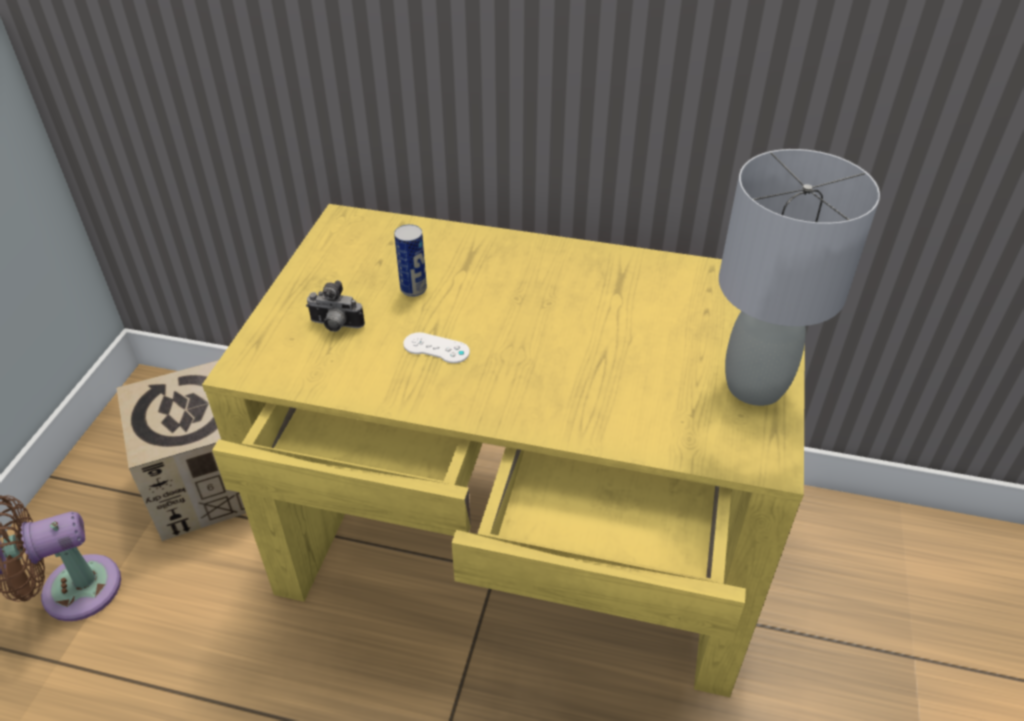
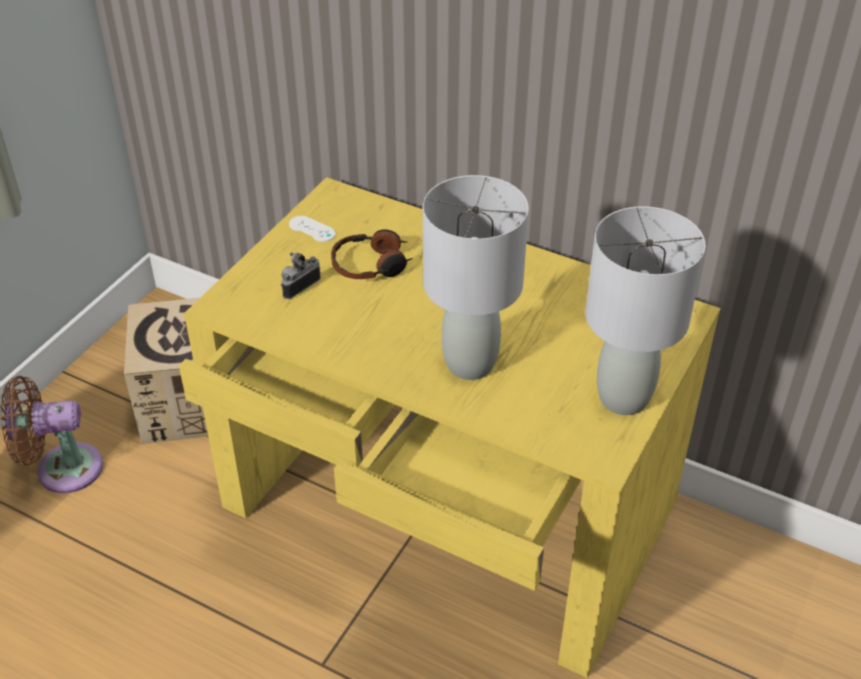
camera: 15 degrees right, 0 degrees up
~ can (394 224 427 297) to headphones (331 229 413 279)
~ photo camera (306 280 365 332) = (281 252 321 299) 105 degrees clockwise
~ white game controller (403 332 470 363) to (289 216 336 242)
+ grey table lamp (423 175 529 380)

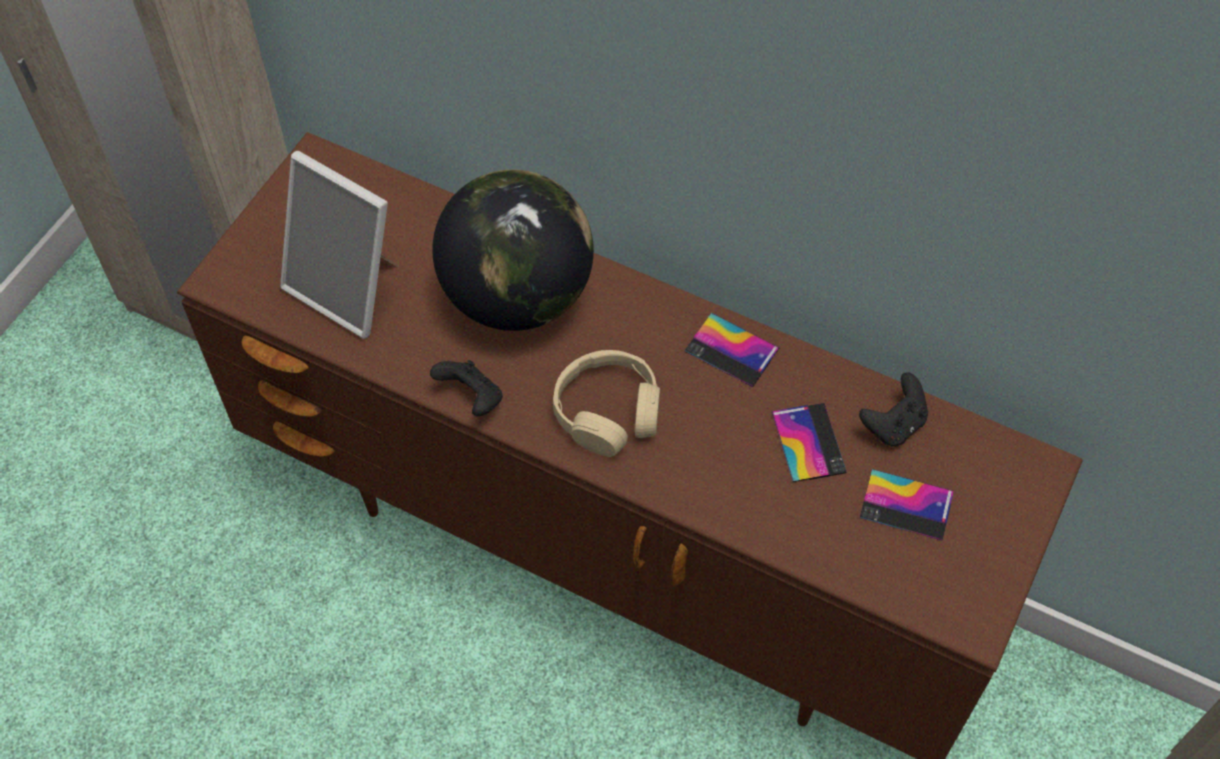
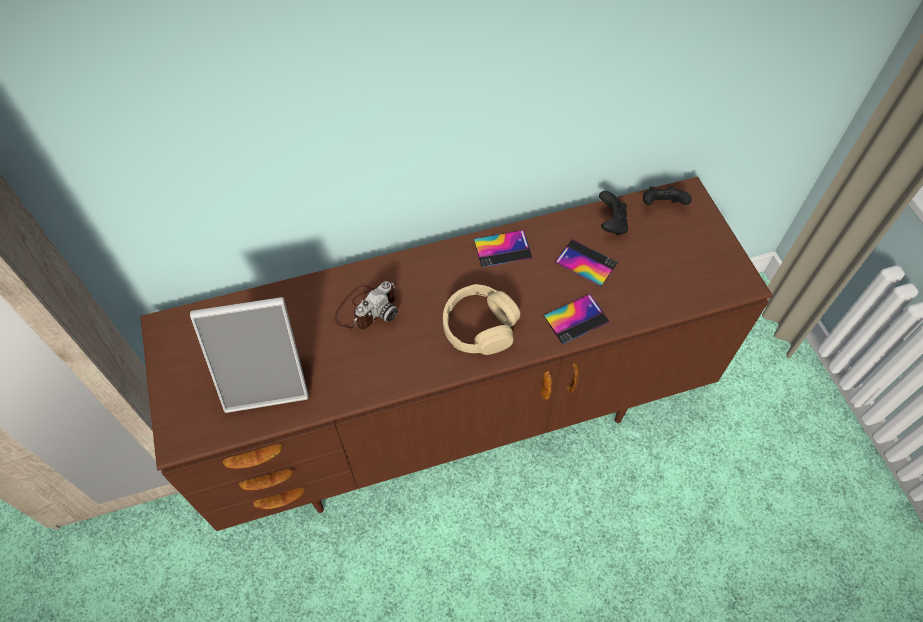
camera: 45 degrees left, 0 degrees up
~ globe (432 169 594 331) to photo camera (335 281 398 329)
~ black game controller (430 360 503 416) to (643 186 692 205)
~ phone (860 469 954 541) to (543 294 610 344)

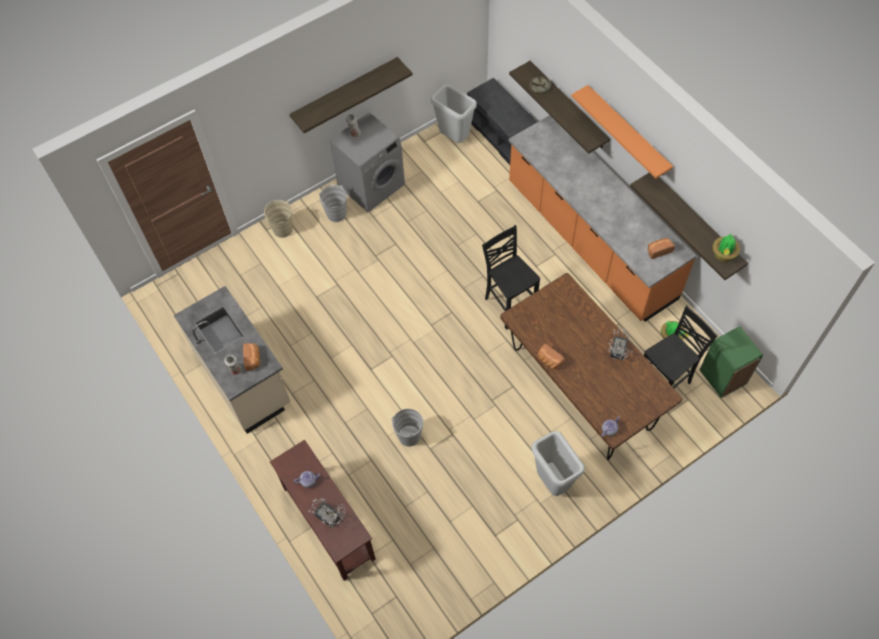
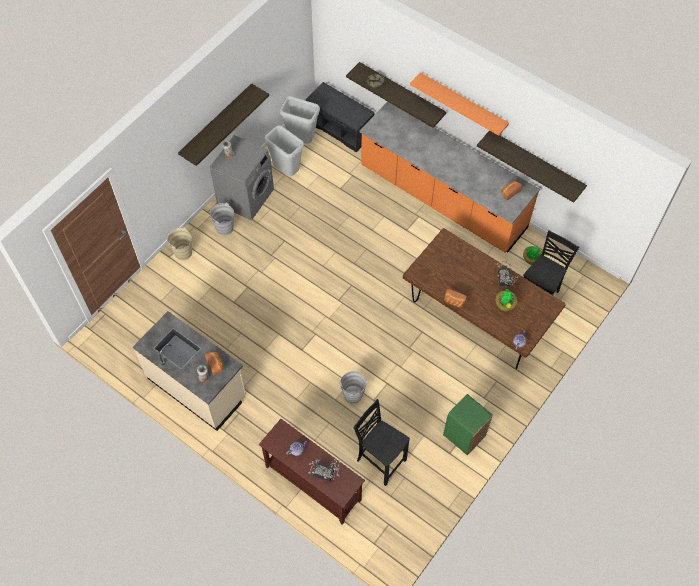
camera: 20 degrees left, 0 degrees up
~ black chair (482 225 540 330) to (353 399 410 486)
~ potted plant (712 234 740 262) to (495 288 517 311)
~ green trash can (700 326 763 398) to (443 394 493 455)
~ grey trash can (532 431 585 496) to (264 125 304 177)

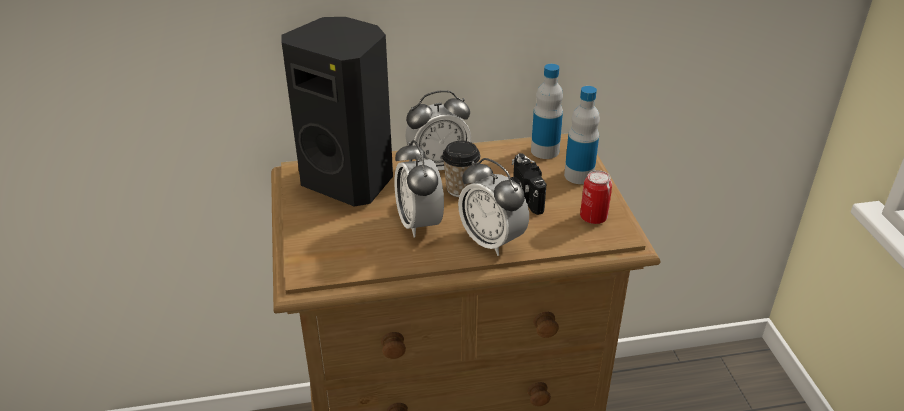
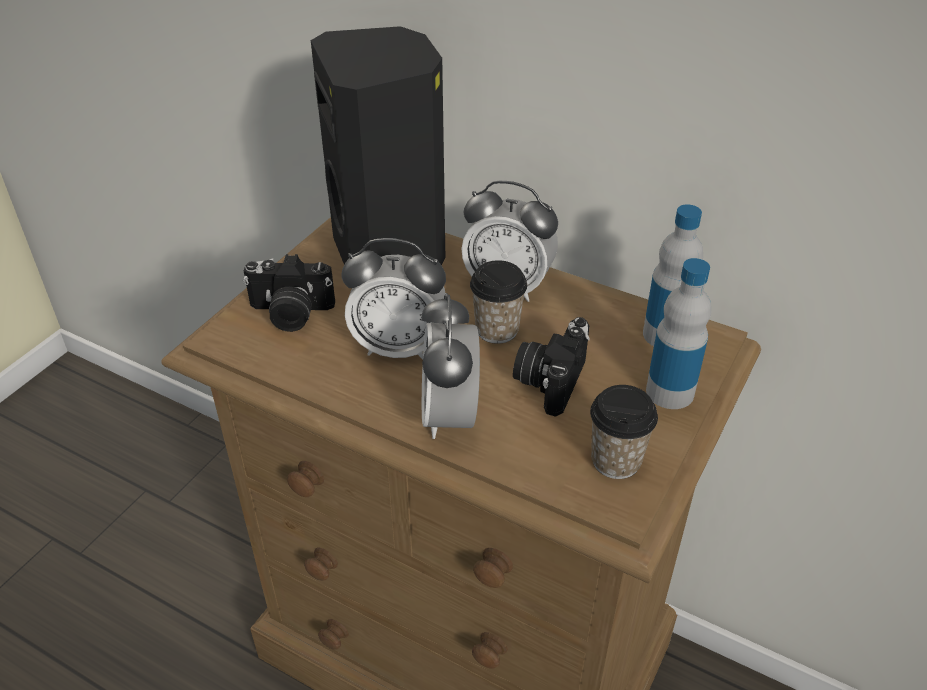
camera: 40 degrees right, 5 degrees up
~ alarm clock (395 140 444 237) = (342 238 446 359) 105 degrees counterclockwise
~ can (580 170 612 224) to cup (590 385 658 479)
+ photo camera (243 254 335 332)

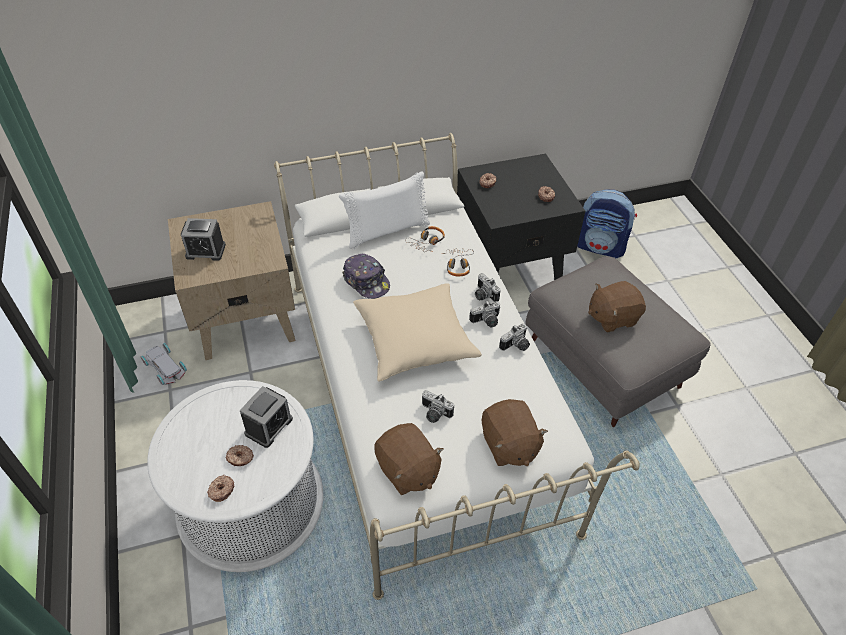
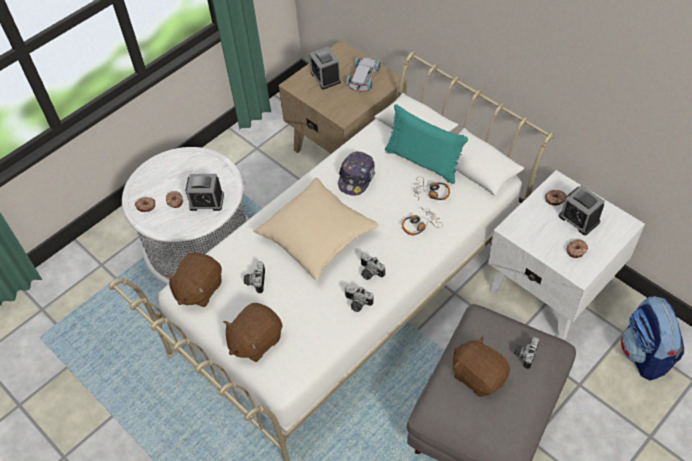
camera: 65 degrees right, 5 degrees up
~ black nightstand (457 154 585 280) to white nightstand (488 170 645 340)
~ white pillow (339 172 430 249) to turquoise pillow (385 104 468 184)
~ photo camera (475 273 501 302) to (514 337 539 369)
~ white toy car (141 343 187 385) to (346 57 381 92)
+ alarm clock (559 185 605 235)

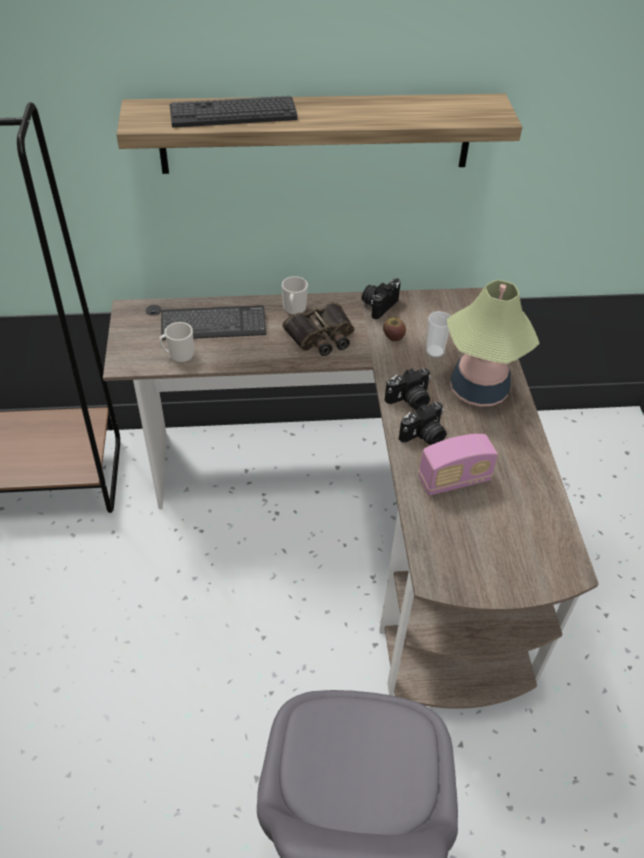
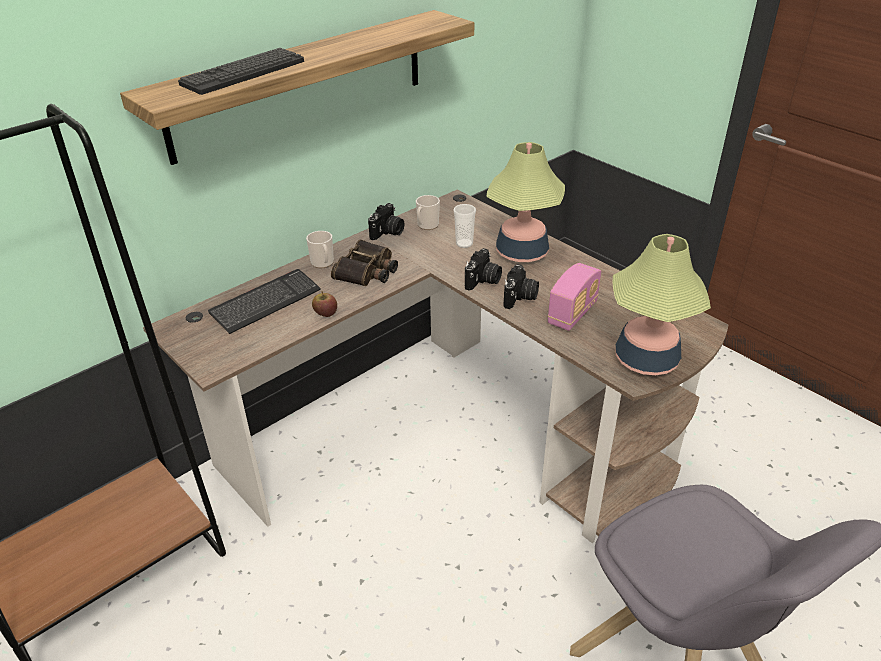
camera: 35 degrees left, 10 degrees down
~ photo camera (362 278 401 319) = (368 203 404 240) 150 degrees counterclockwise
~ apple (383 316 406 341) to (312 291 337 317)
~ mug (159 322 194 363) to (416 195 440 230)
+ table lamp (612 234 711 375)

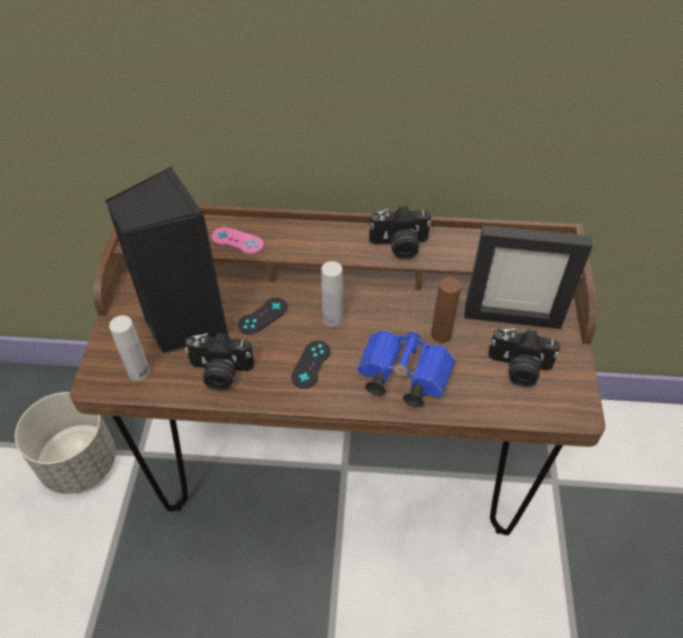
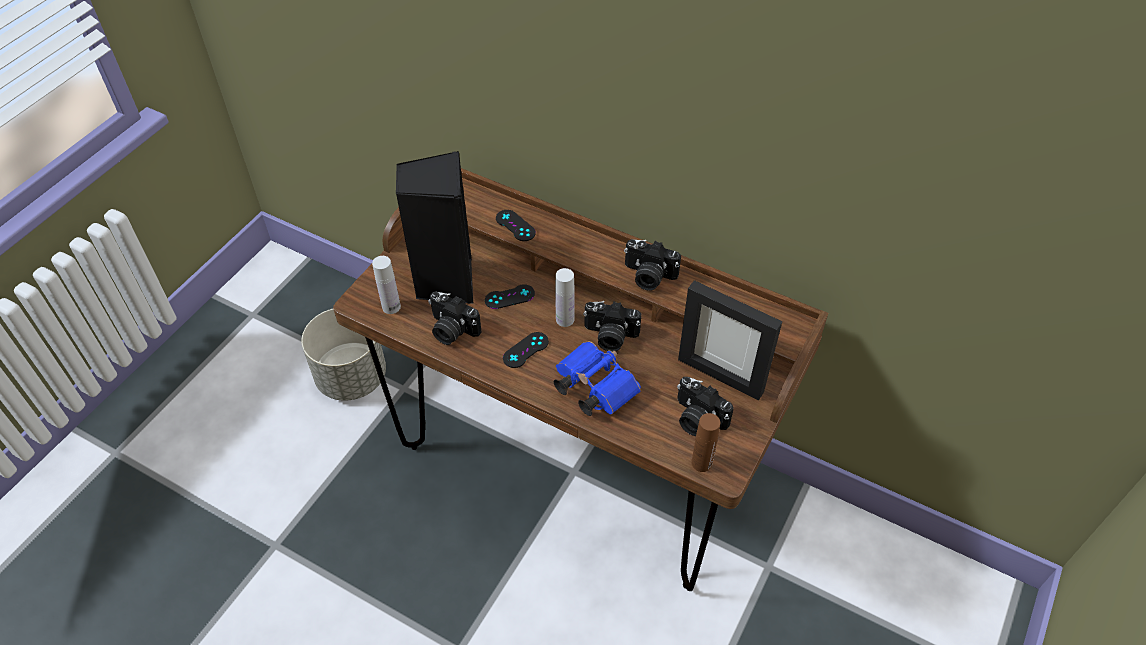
camera: 25 degrees right, 0 degrees up
~ pink game controller (212 227 263 254) to black game controller (496 210 536 241)
~ brown bottle (431 277 461 343) to (691 413 720 472)
+ photo camera (583 301 641 352)

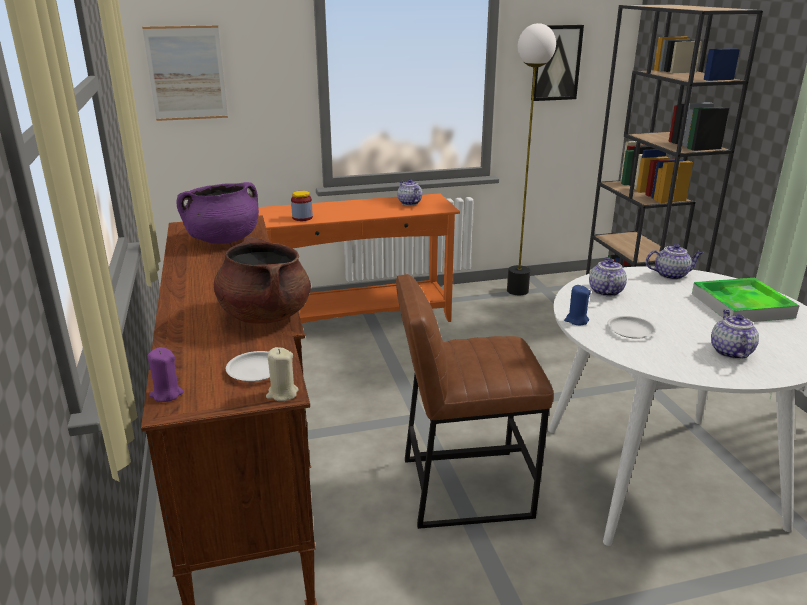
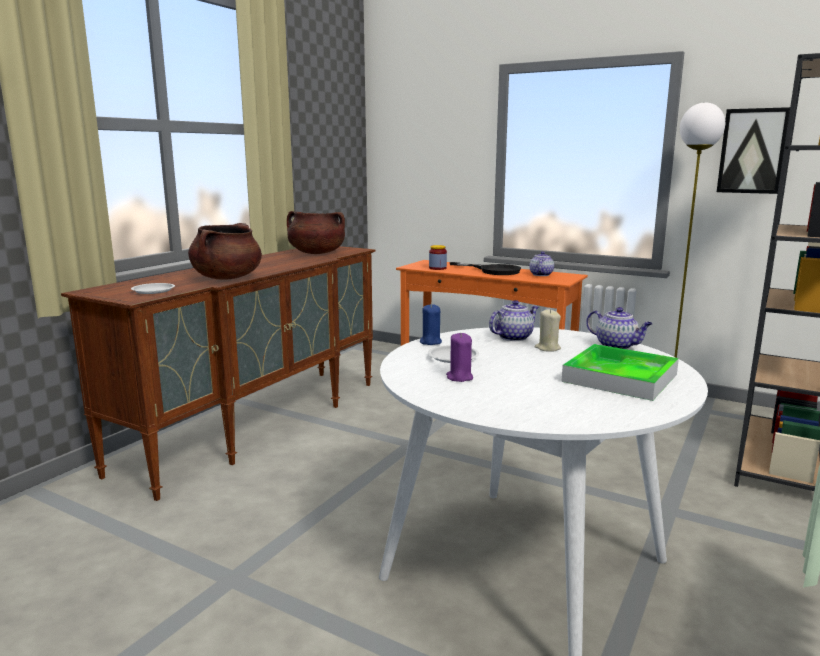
camera: 45 degrees right, 10 degrees down
- picture (142 25 228 121)
~ purple cooking pot (176 182 259 244) to brown cooking pot (287 211 345 254)
- brown chair (396 274 554 529)
- teapot (711 310 759 359)
~ purple candle (148 347 183 402) to (446 333 473 382)
~ beige candle (266 347 299 401) to (534 309 561 351)
+ black frying pan (450 262 521 275)

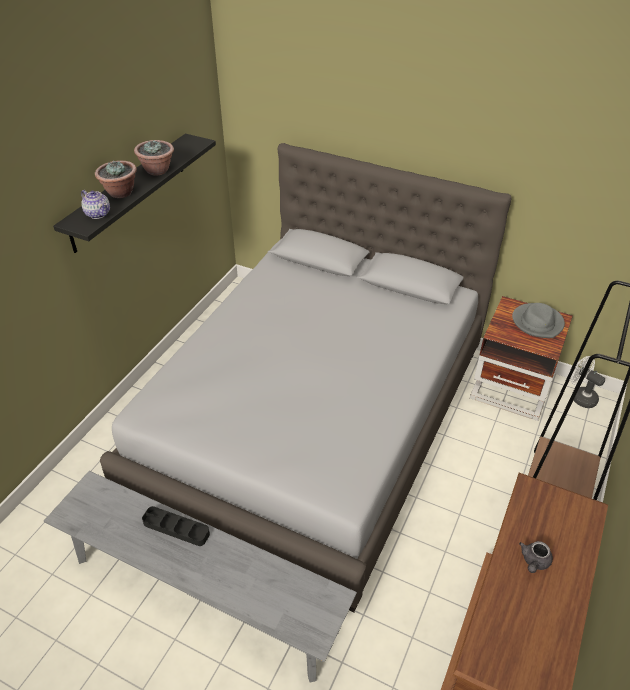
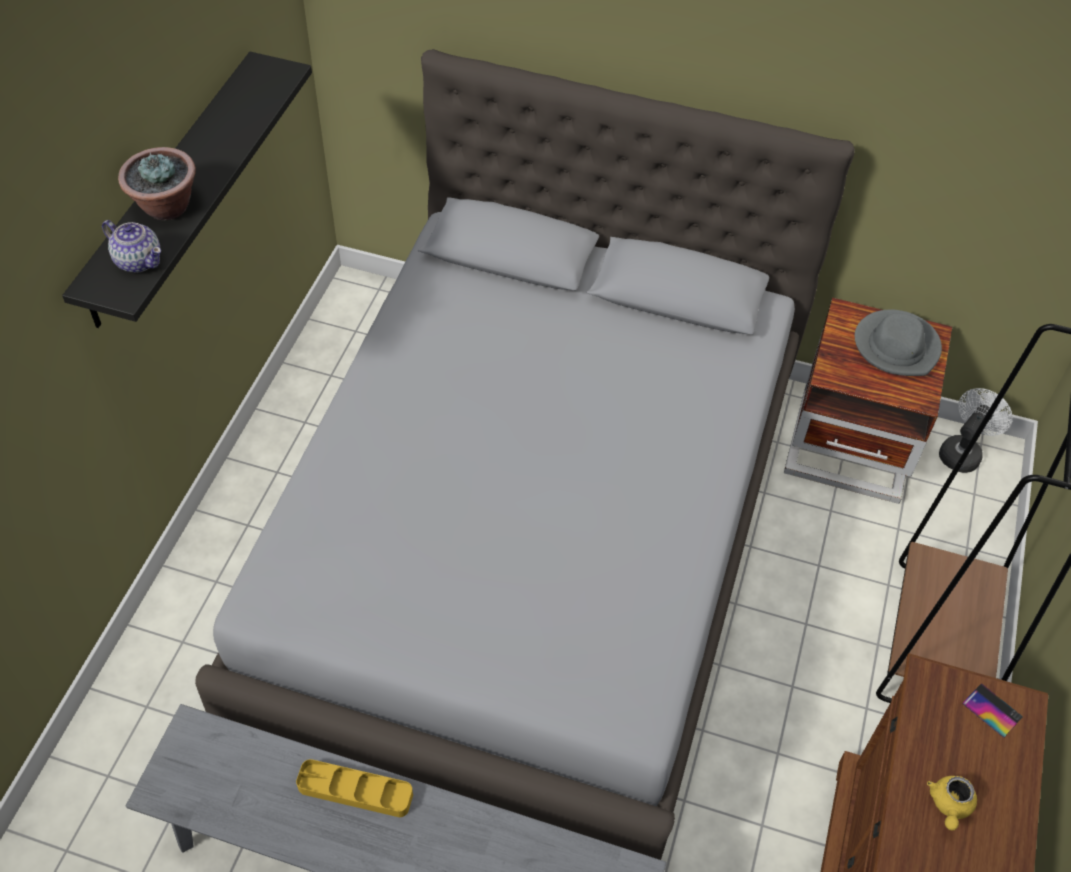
camera: 10 degrees left, 10 degrees up
- potted plant (134 140 174 176)
~ white fan (570 356 605 408) = (939 388 1013 473) 90 degrees clockwise
~ black tray (142 506 210 546) to yellow tray (296 759 413 817)
~ grey teapot (519 541 553 573) to yellow teapot (927 776 977 830)
+ phone (962 683 1023 738)

